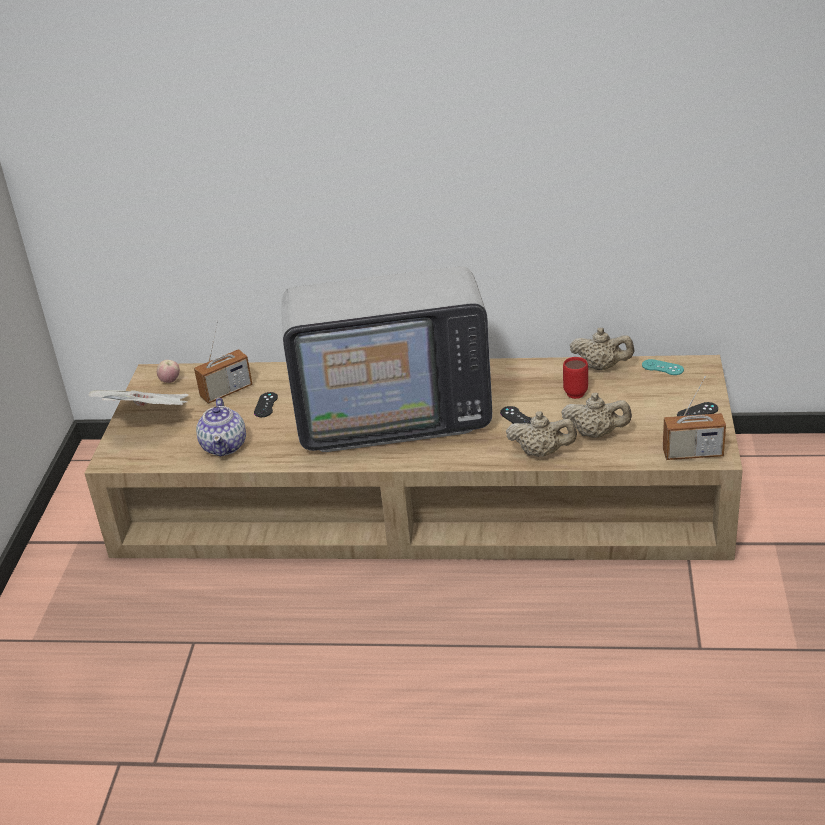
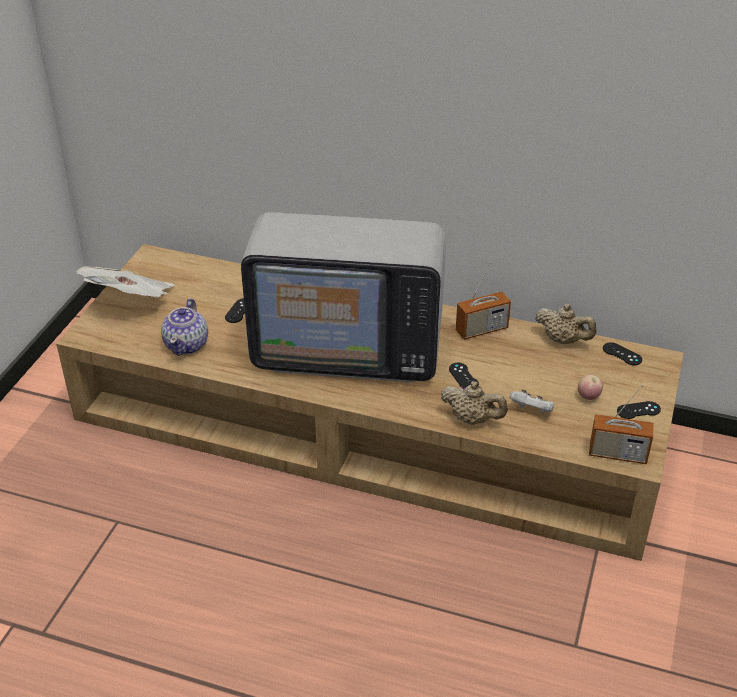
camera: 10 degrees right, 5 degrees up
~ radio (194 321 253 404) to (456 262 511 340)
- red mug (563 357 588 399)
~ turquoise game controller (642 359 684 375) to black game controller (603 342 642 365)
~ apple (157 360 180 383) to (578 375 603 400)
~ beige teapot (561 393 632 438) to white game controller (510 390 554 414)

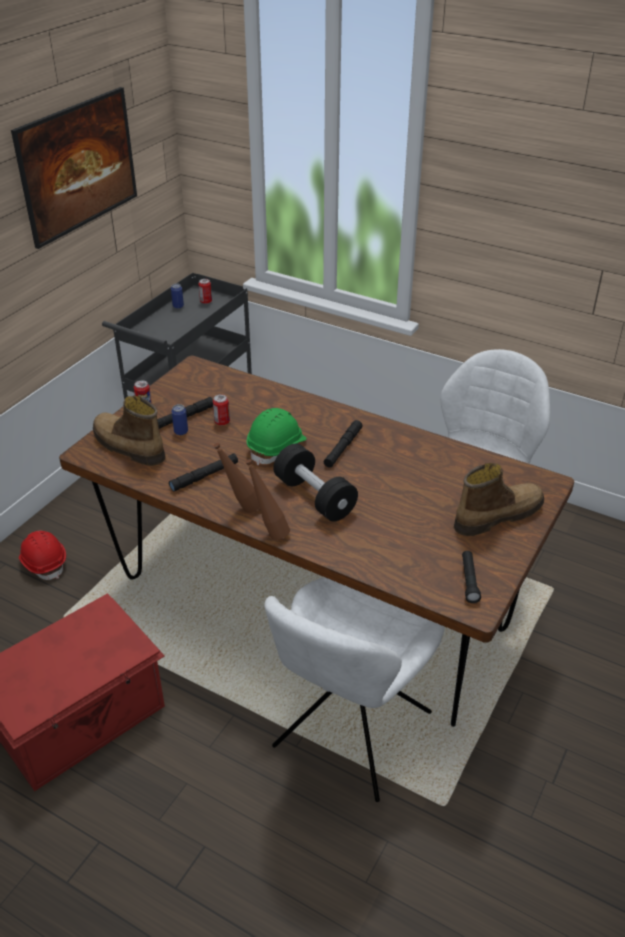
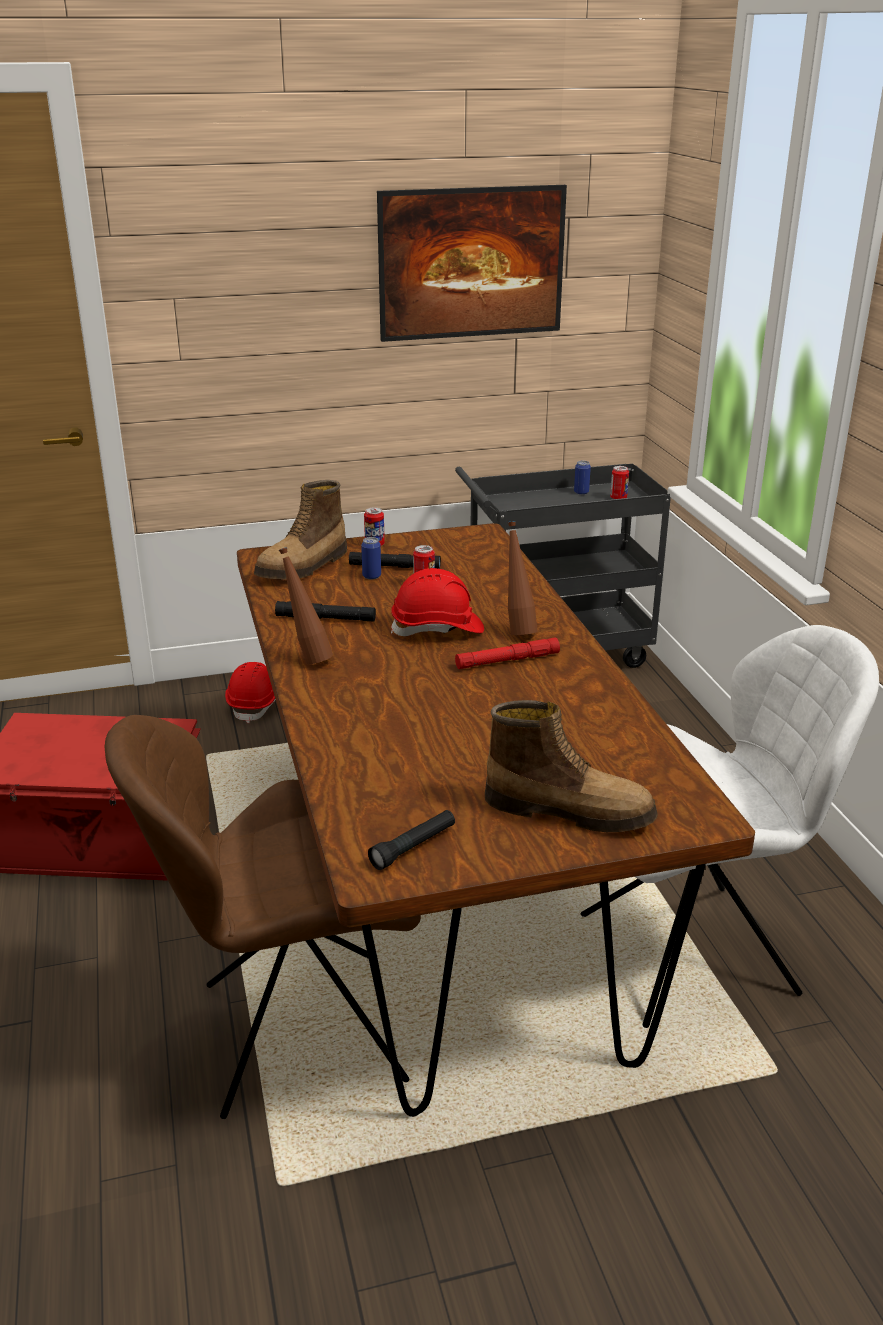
camera: 45 degrees right, 10 degrees down
~ boot (93 396 165 466) = (254 480 347 580) 135 degrees counterclockwise
~ green hard hat (247 408 307 466) to red hard hat (391 568 484 636)
~ black flashlight (324 420 363 468) to red flashlight (455 637 560 669)
- black dumbbell (273 444 358 521)
~ brown bottle (245 459 290 540) to (508 521 538 635)
~ white chair (264 577 445 802) to brown chair (105 715 421 1119)

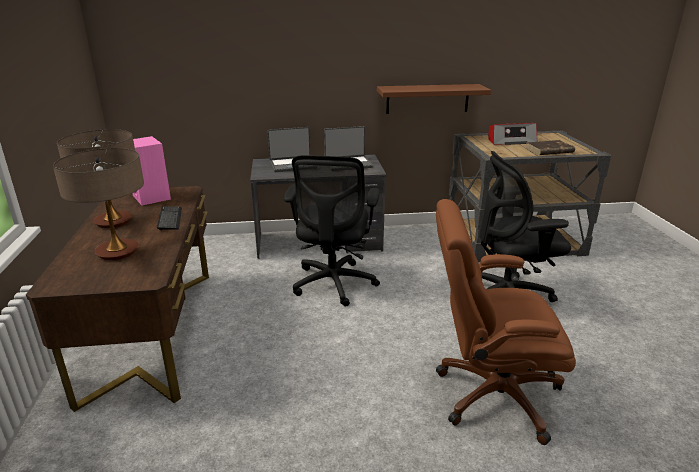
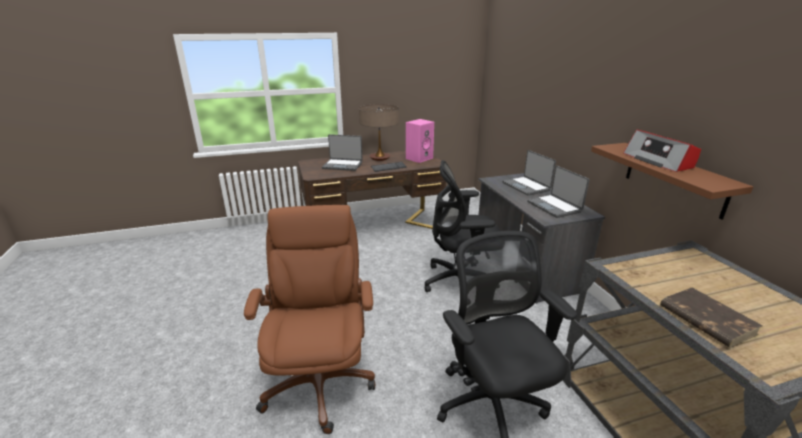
camera: 80 degrees right, 0 degrees up
~ radio (488 123 538 145) to (623 129 701 172)
~ table lamp (53 148 144 260) to laptop (322 134 363 171)

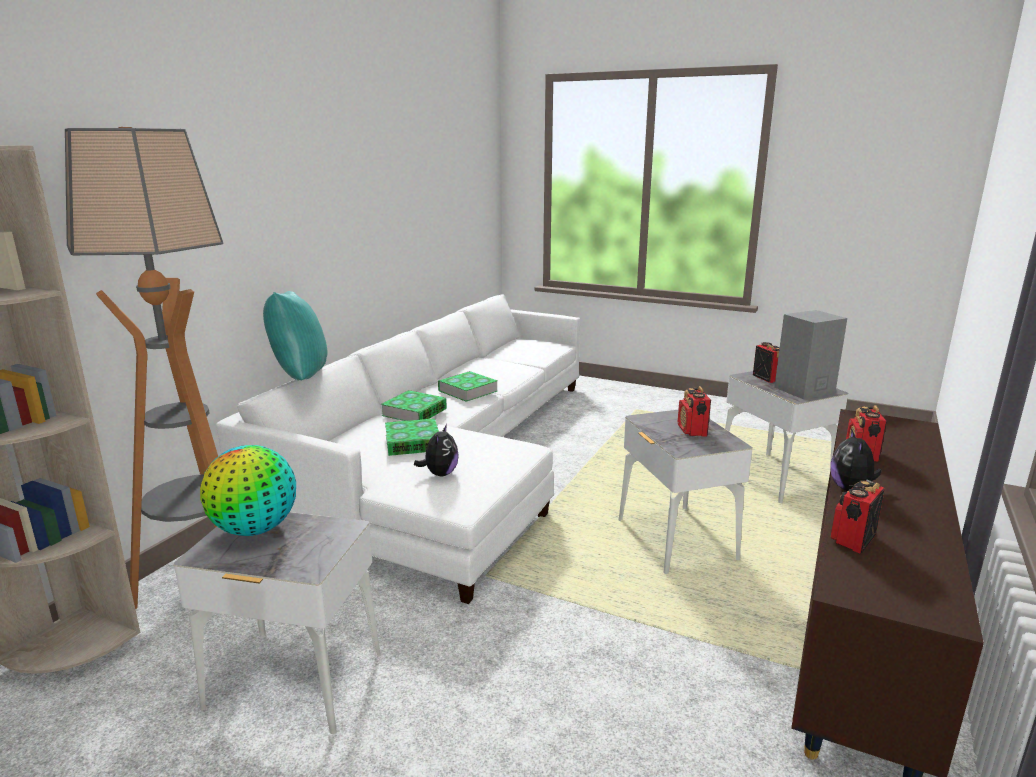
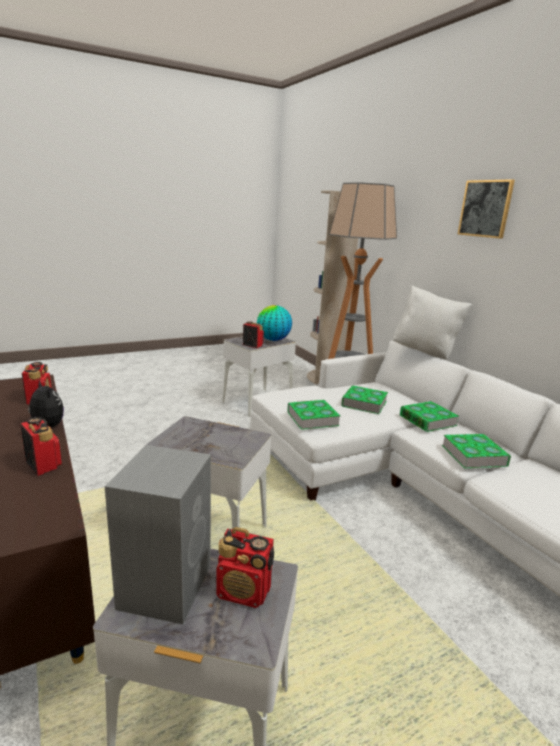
camera: 125 degrees right, 0 degrees up
~ turquoise pillow (263 291 327 380) to white pillow (393 285 472 359)
~ radio (678 386 711 437) to (243 321 264 348)
- plush toy (414 424 459 476)
+ picture (458 179 515 239)
+ book (287 400 340 430)

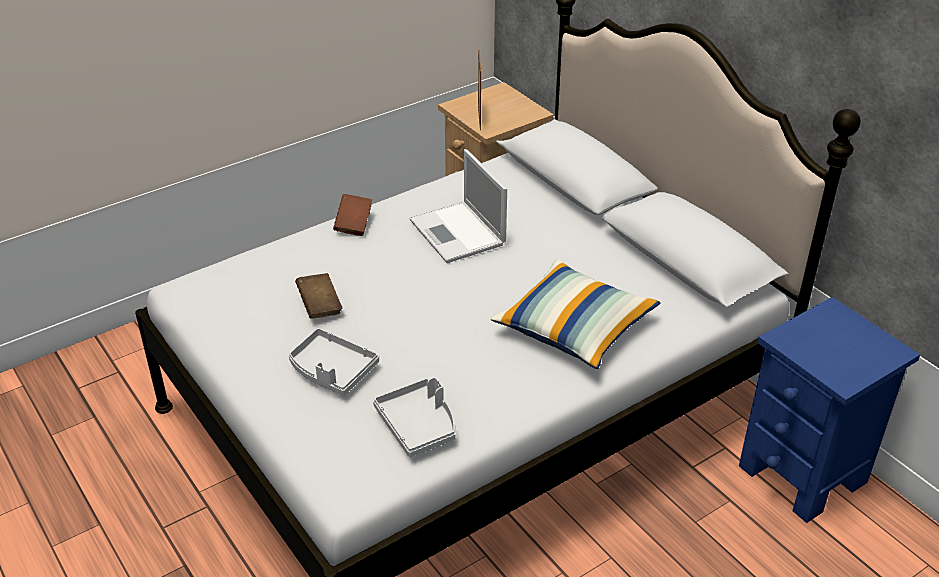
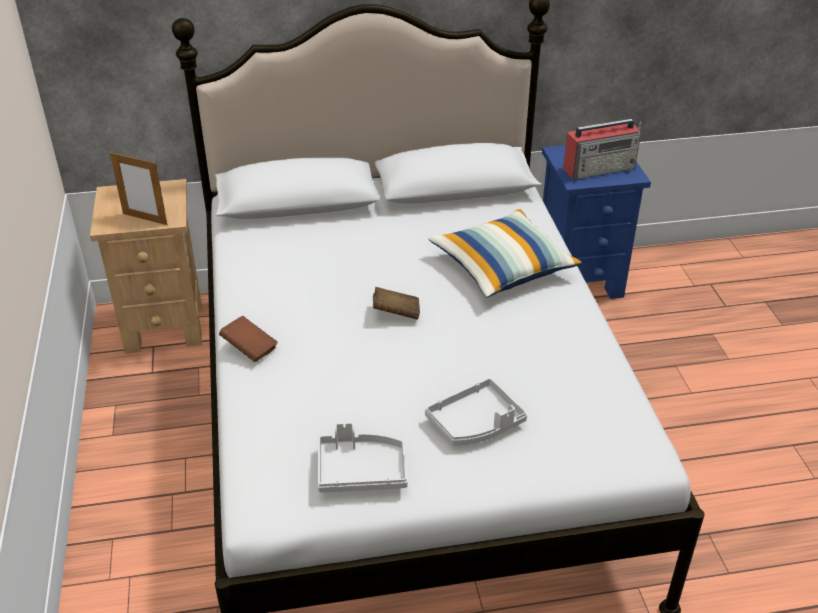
camera: 65 degrees left, 0 degrees up
- laptop (409 149 507 263)
~ brown book (295 273 342 319) to (373 287 420 320)
~ grey tray (373 377 456 457) to (318 422 408 493)
+ radio (563 119 641 179)

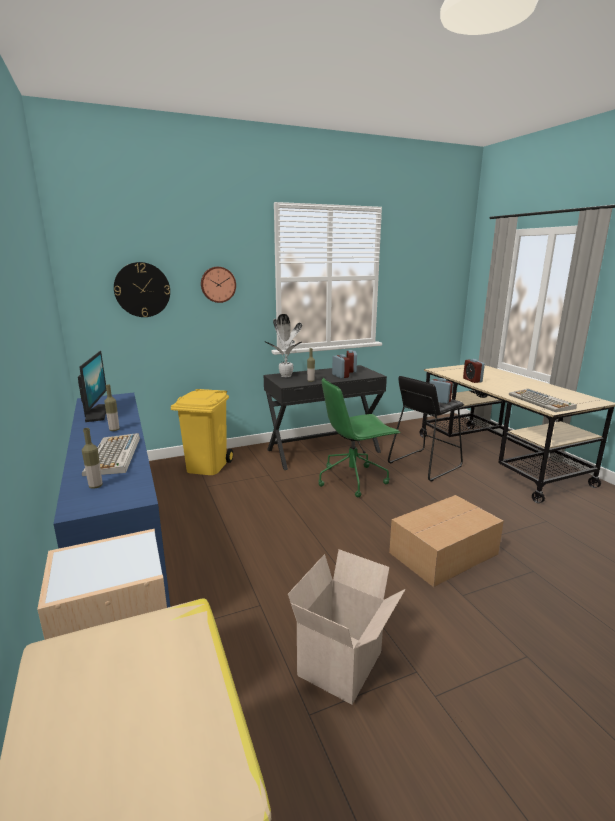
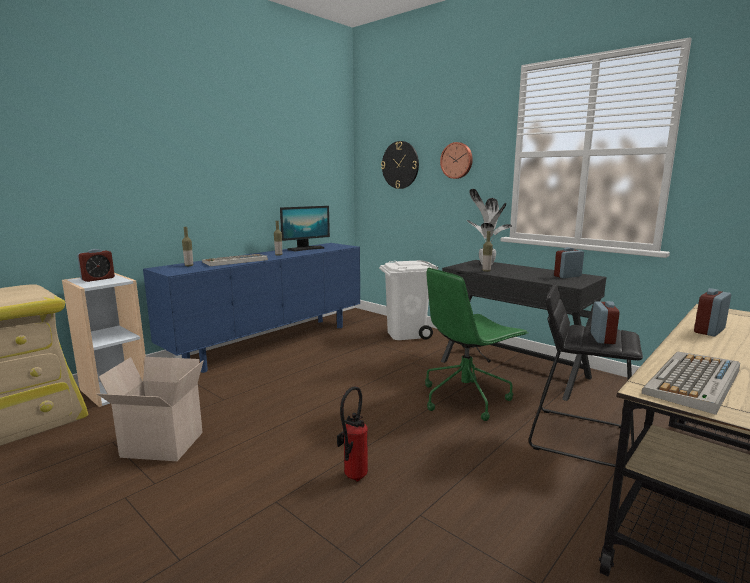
camera: 65 degrees right, 5 degrees down
~ alarm clock (332 354 350 378) to (77 249 115 282)
~ green office chair (318 378 401 497) = (425 268 529 421) 75 degrees counterclockwise
~ yellow trash can (171 389 233 475) to white trash can (379 260 439 340)
~ cardboard box (389 495 504 587) to fire extinguisher (337 386 368 482)

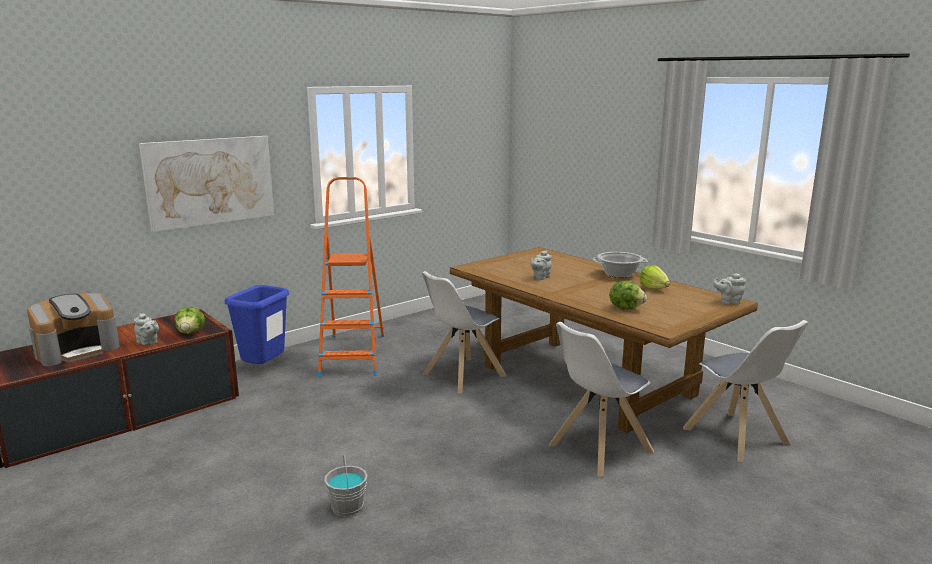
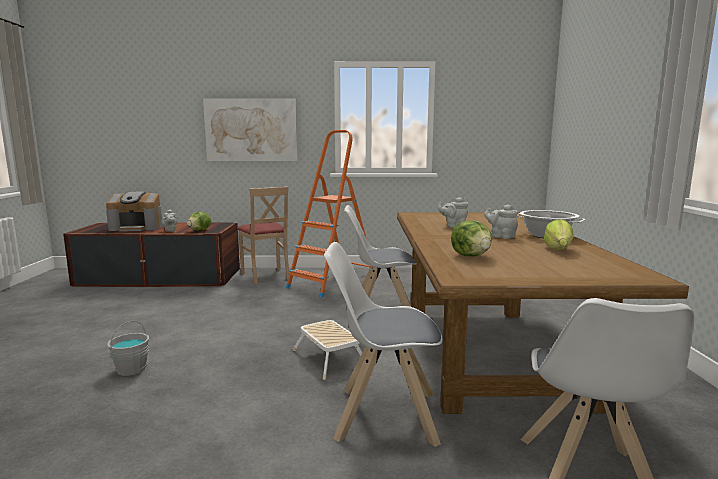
camera: 40 degrees right, 5 degrees down
~ grey teapot (713 273 746 305) to (484 204 518 239)
~ blue trash can (225 285 289 364) to beige chair (237 187 289 284)
+ beige step ladder (292 320 363 380)

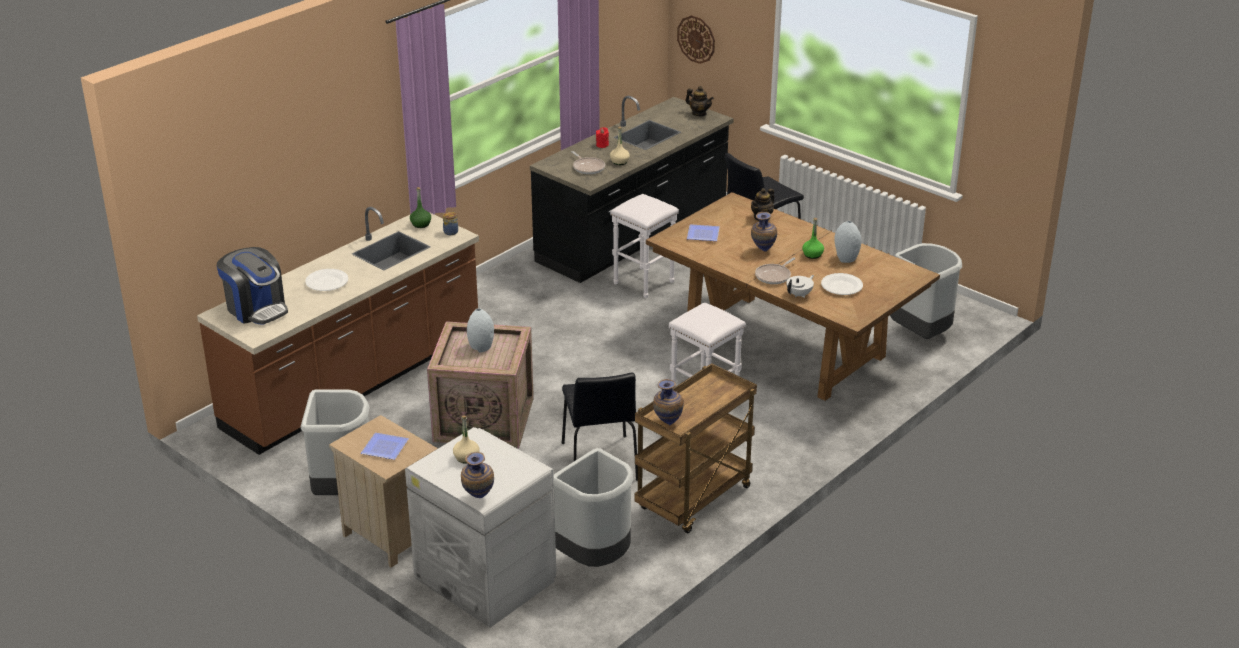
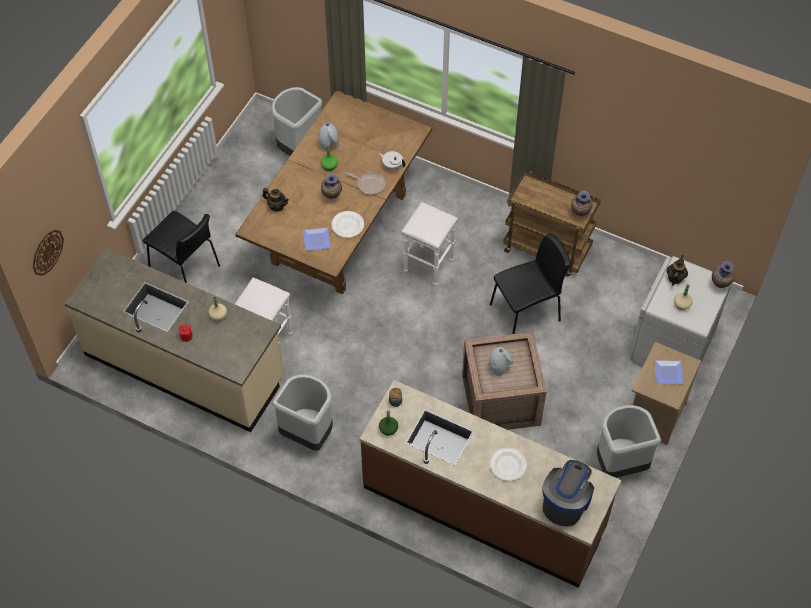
camera: 105 degrees left, 25 degrees up
~ teapot (686 86 714 116) to (667 255 688 286)
~ black counter (530 96 734 283) to beige counter (64 248 284 432)
- frying pan (571 151 605 174)
~ white plate (821 273 863 295) to (332 211 364 238)
~ grey trash can (554 448 633 567) to (273 375 333 451)

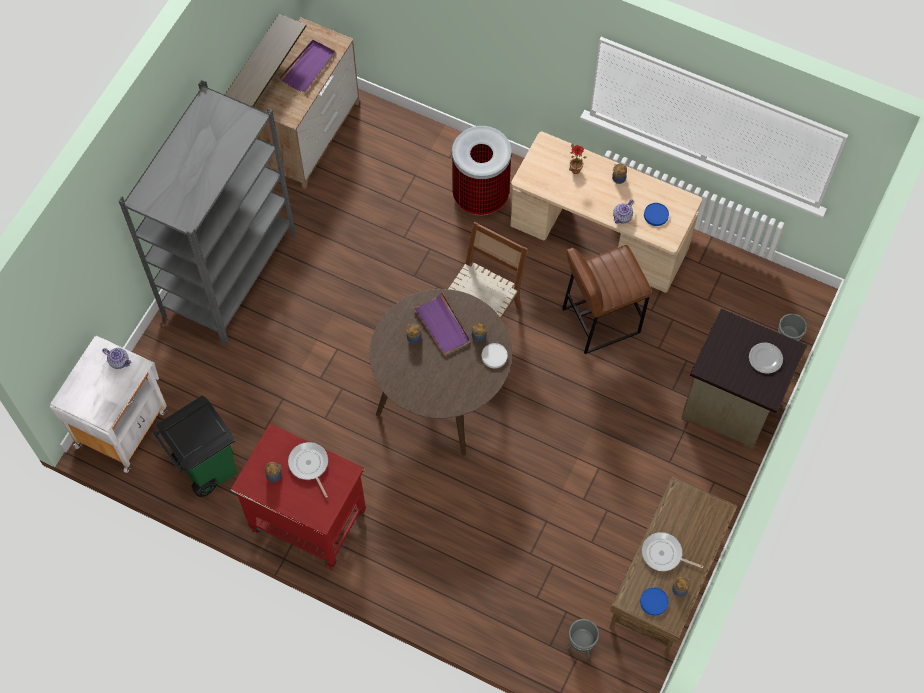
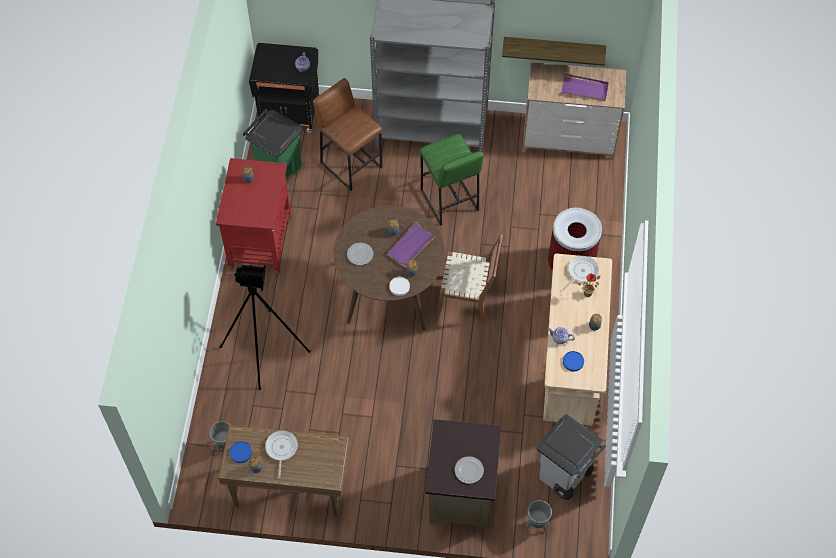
camera: 70 degrees right, 5 degrees down
~ brown stool (562 245 652 354) to (313 78 382 191)
~ white cart (50 336 167 473) to black cart (249 43 319 133)
~ frying pan (288 442 328 498) to (562 256 599 290)
+ green stool (420 134 484 225)
+ plate (347 243 373 265)
+ black floor lamp (220 265 310 390)
+ grey trash can (536 414 606 500)

